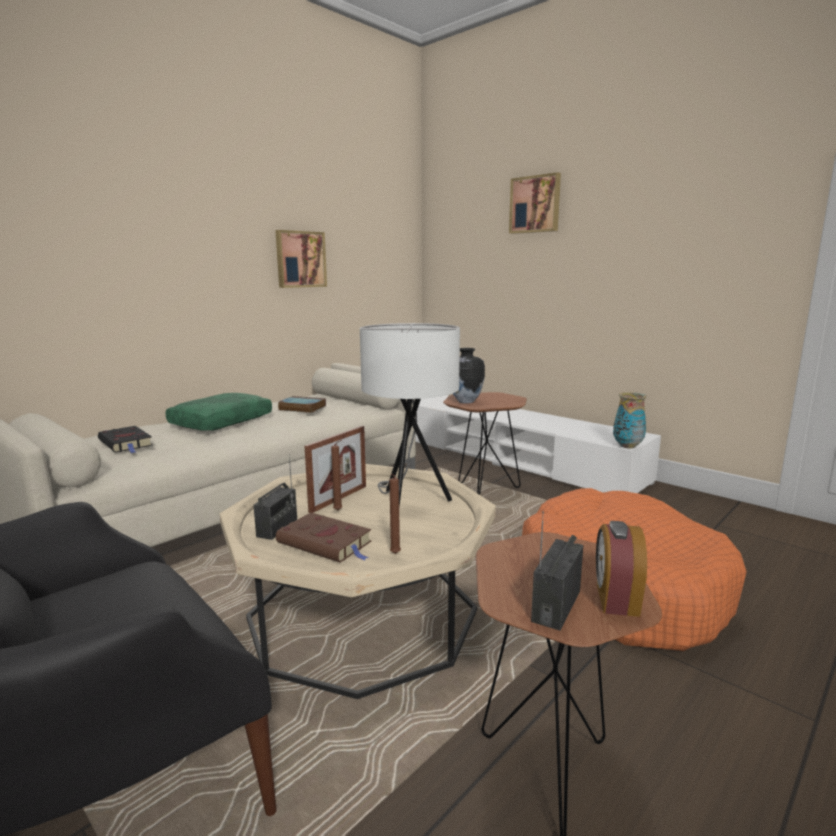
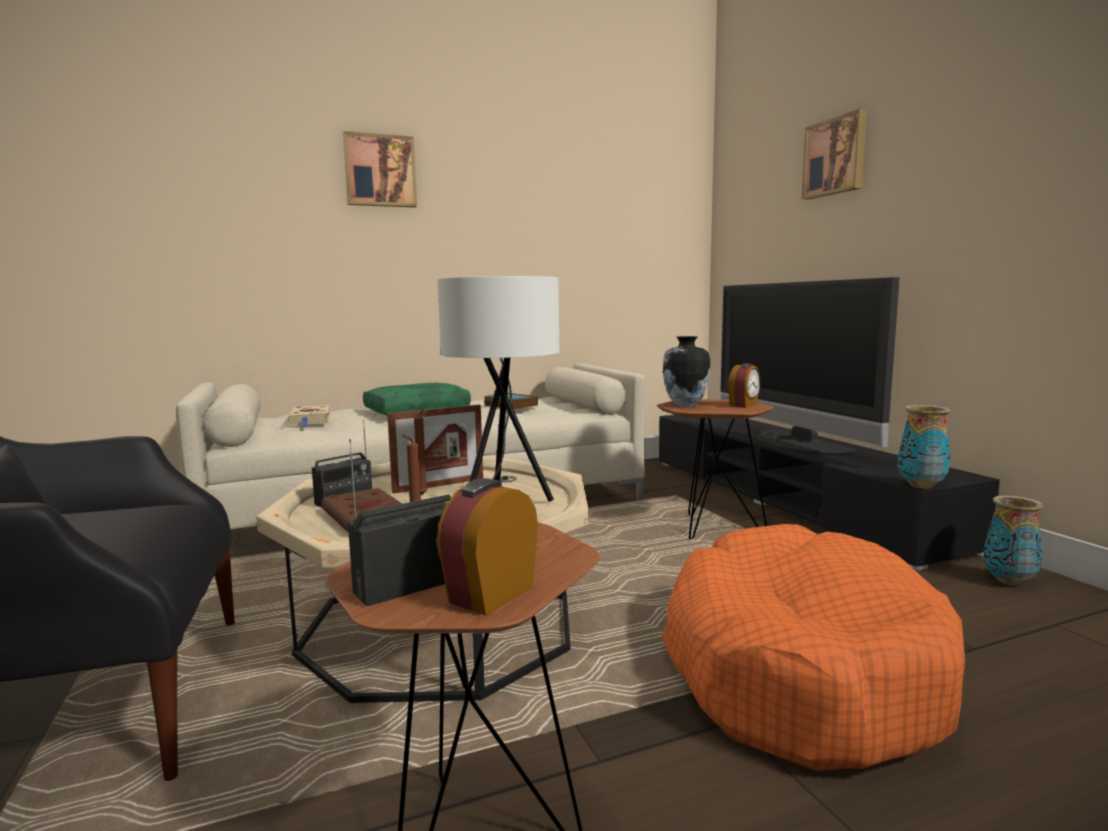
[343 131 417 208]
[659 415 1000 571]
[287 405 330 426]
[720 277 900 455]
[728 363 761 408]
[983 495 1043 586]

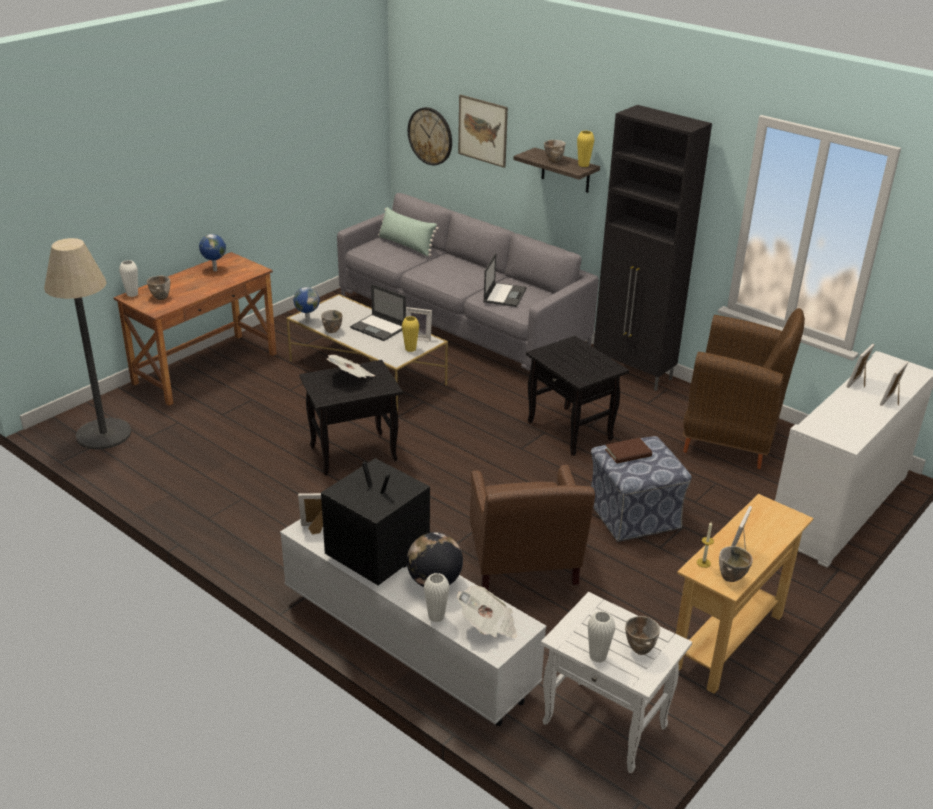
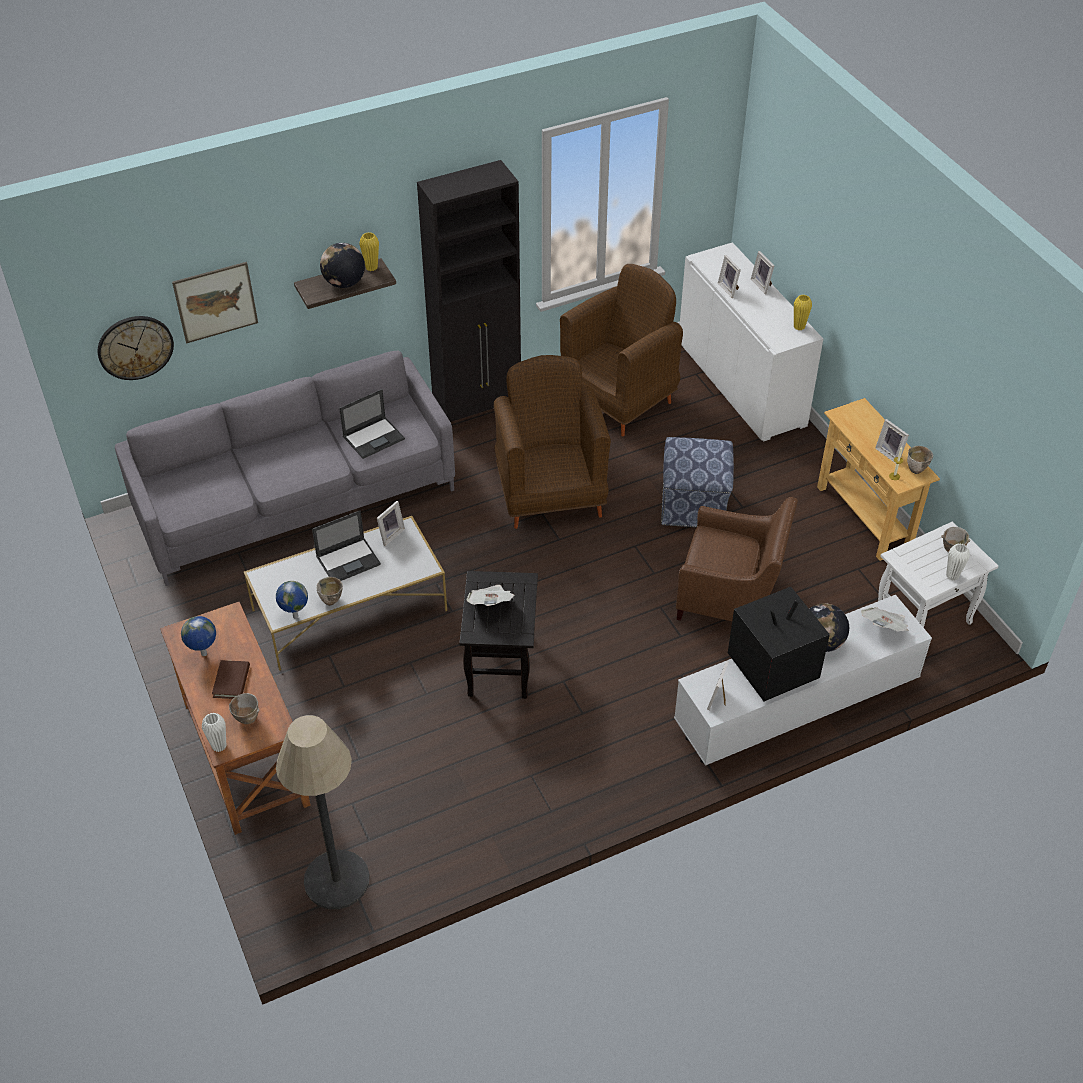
[320 243 365 288]
[378 207 439 257] (first image)
[339 389 405 459]
[794 295 812 330]
[494 355 611 529]
[212 660 250 699]
[424 573 450 622] (first image)

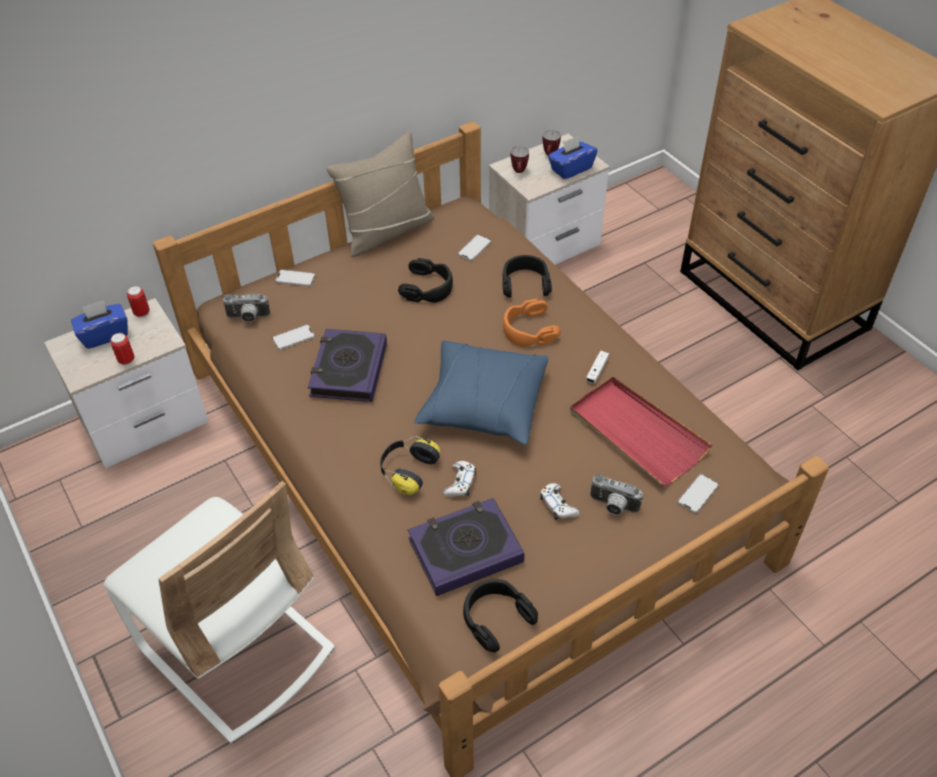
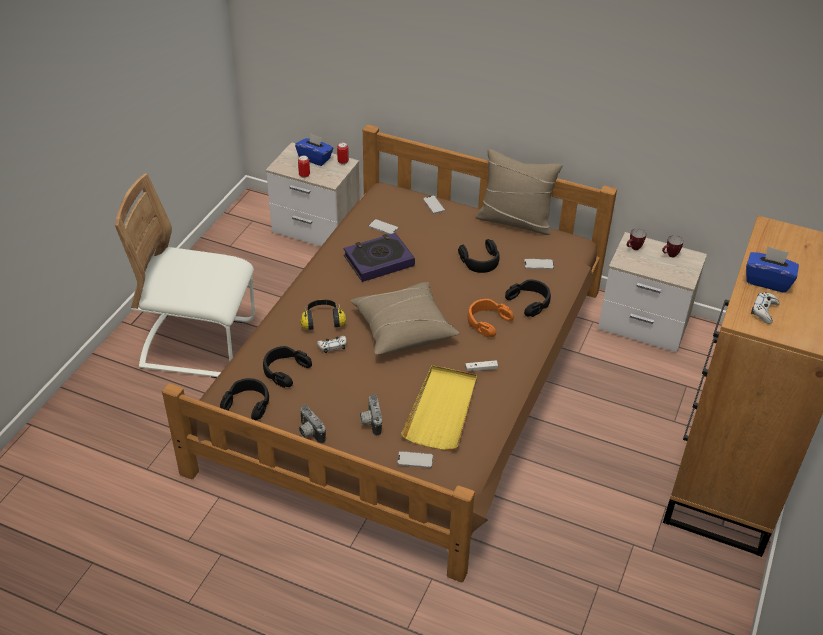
[746 246 799 293]
[299 405 326 444]
[351 282 459 355]
[401 365 477 450]
[115 173 255 378]
[751 292 780 324]
[263 346 312 388]

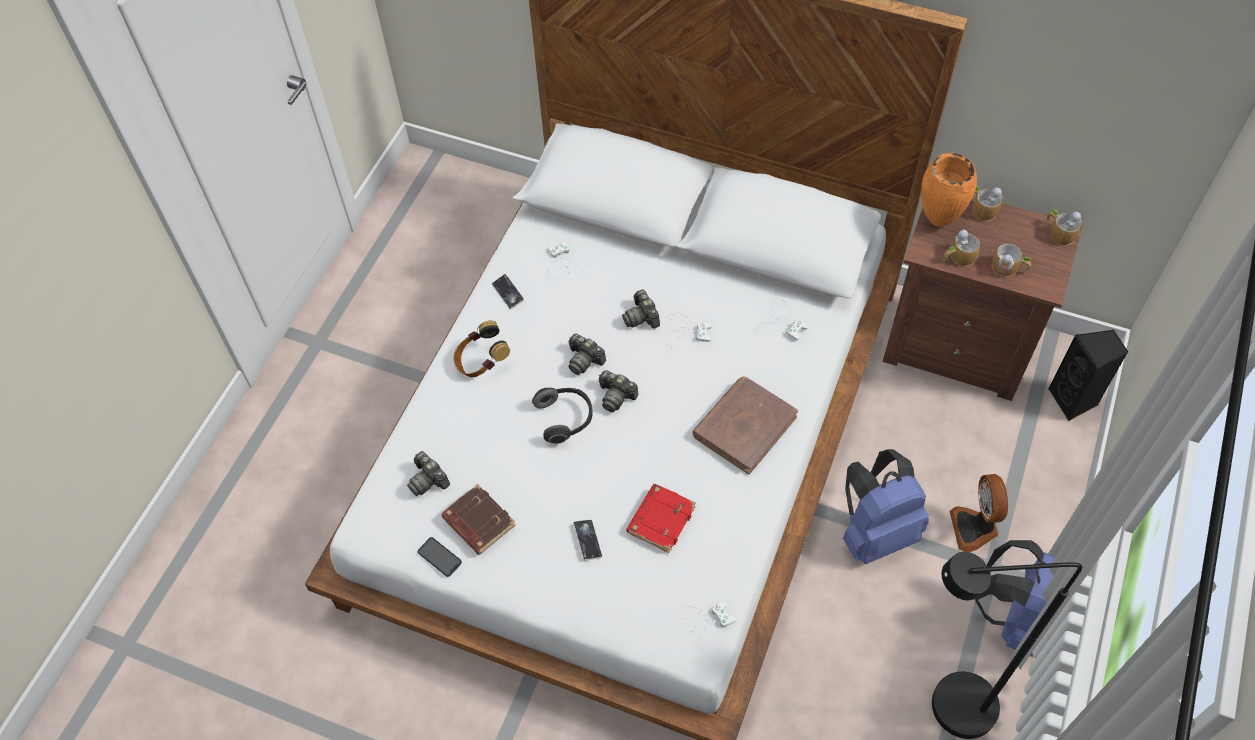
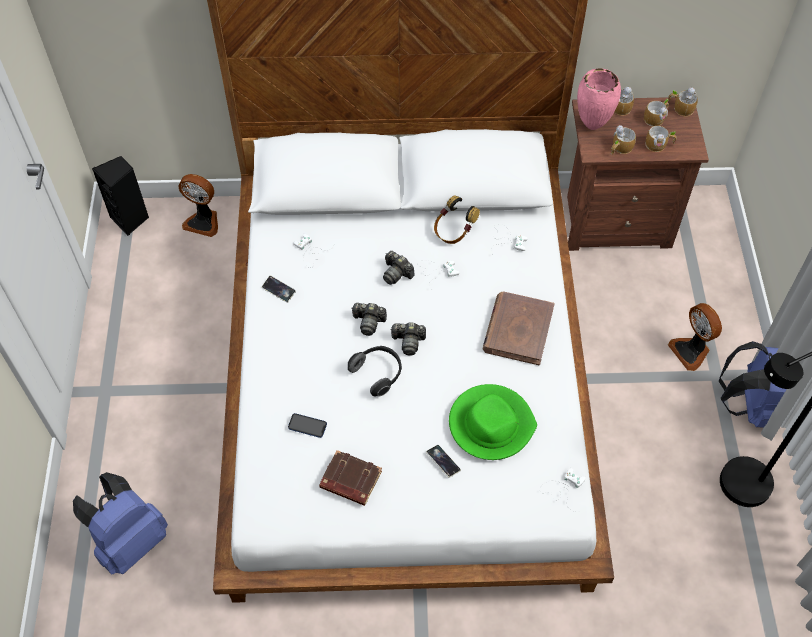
[577 68 621 130]
[434 195 480 244]
[92 156 149 236]
[73 472 168 574]
[407 451 450 496] (first image)
[449 384 537 460]
[288 413 327 438]
[644 99 669 127]
[178 174 218 237]

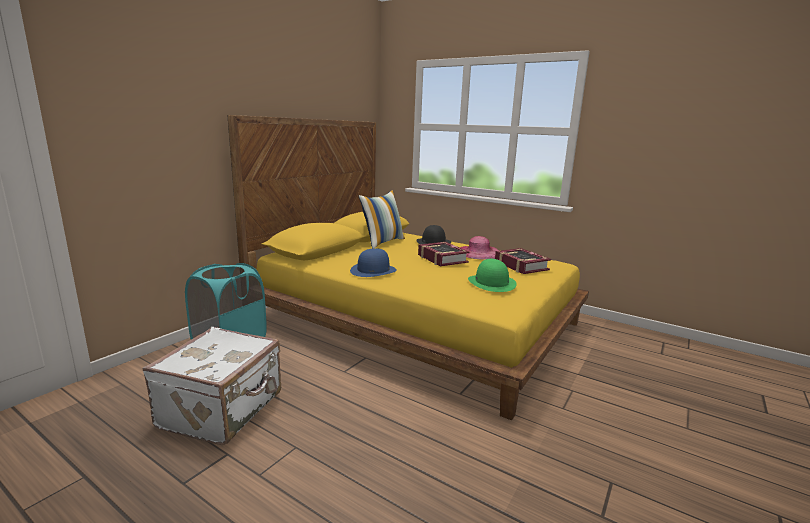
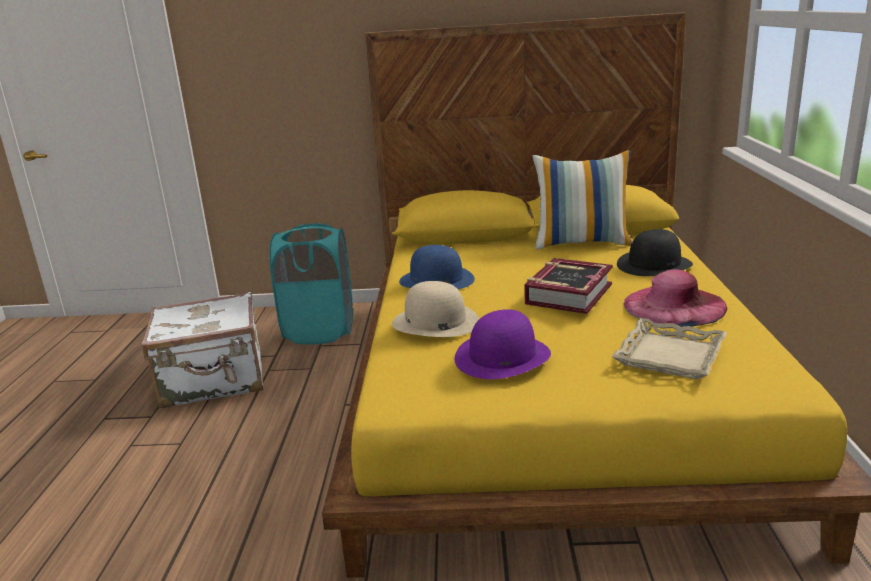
[612 318 727 380]
[455 309 551 379]
[392 281 479 337]

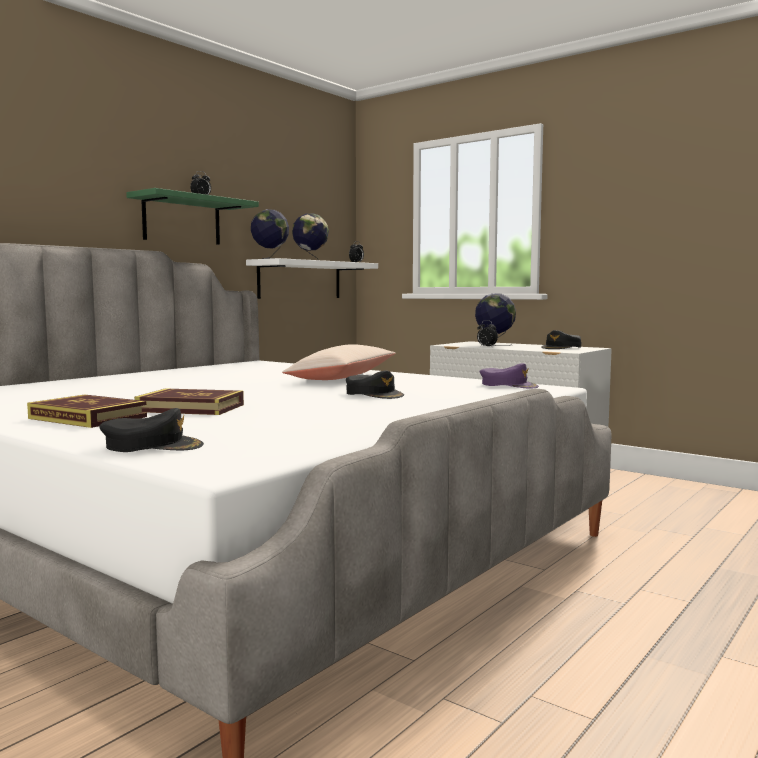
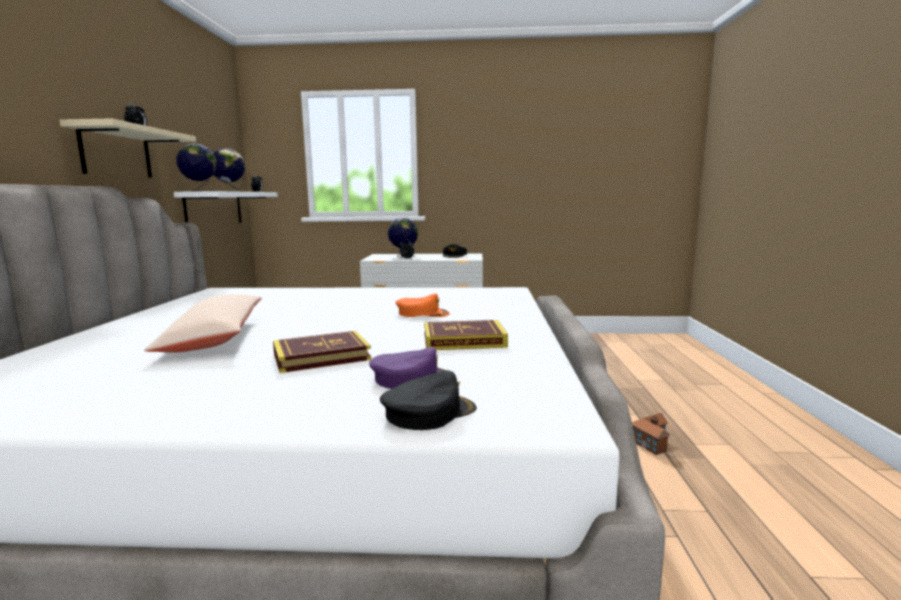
[59 118 196 178]
[144 294 262 353]
[369 347 444 389]
[396 293 450 317]
[424 320 508 350]
[632 413 670 455]

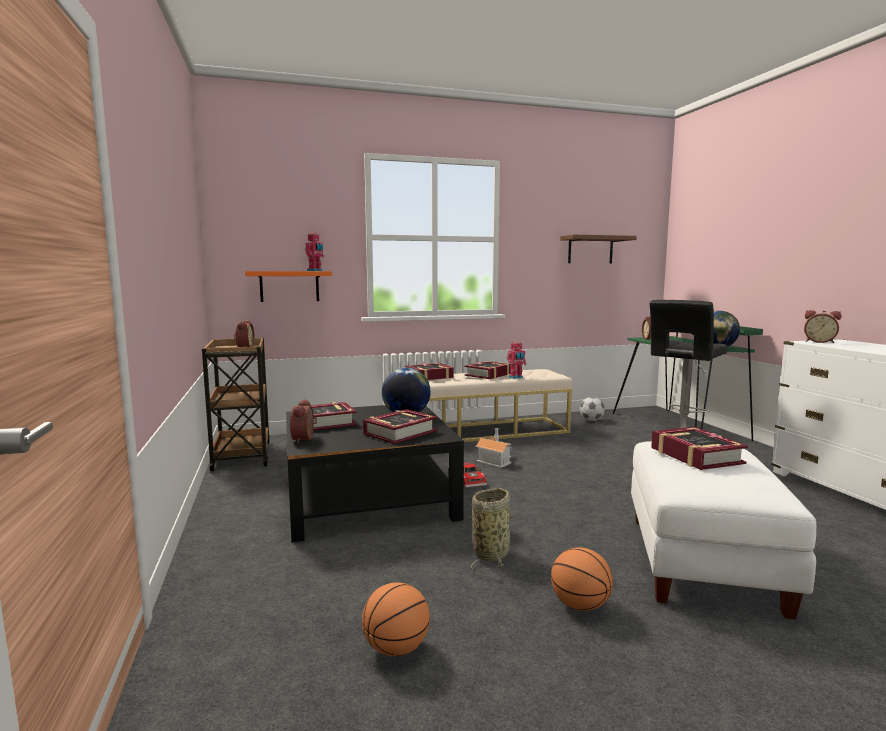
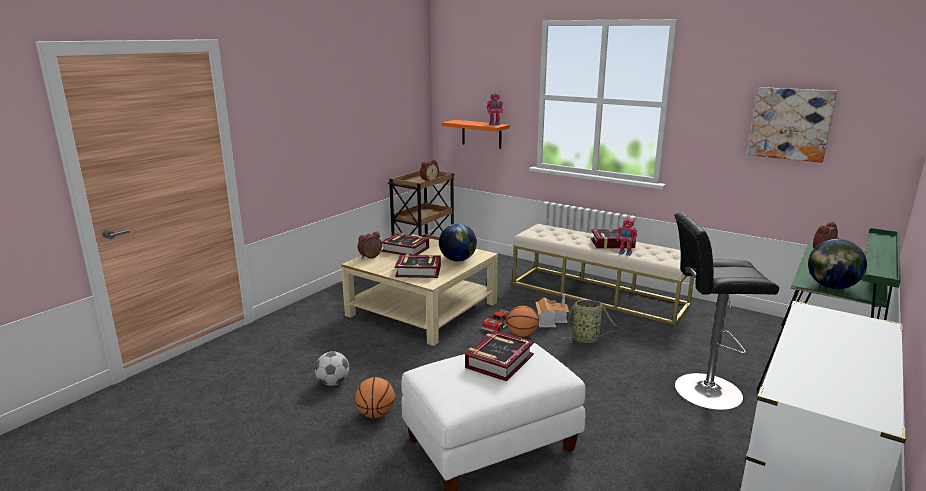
[748 87 837 163]
[804 310 841 343] (first image)
[405 363 454 380] (first image)
[315 351 349 386]
[341 234 498 346]
[560 299 623 343]
[507 306 539 337]

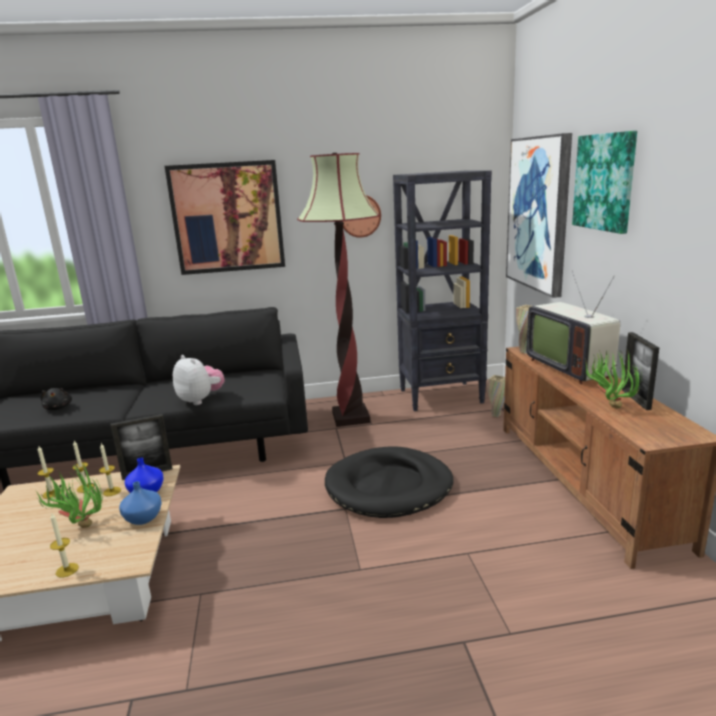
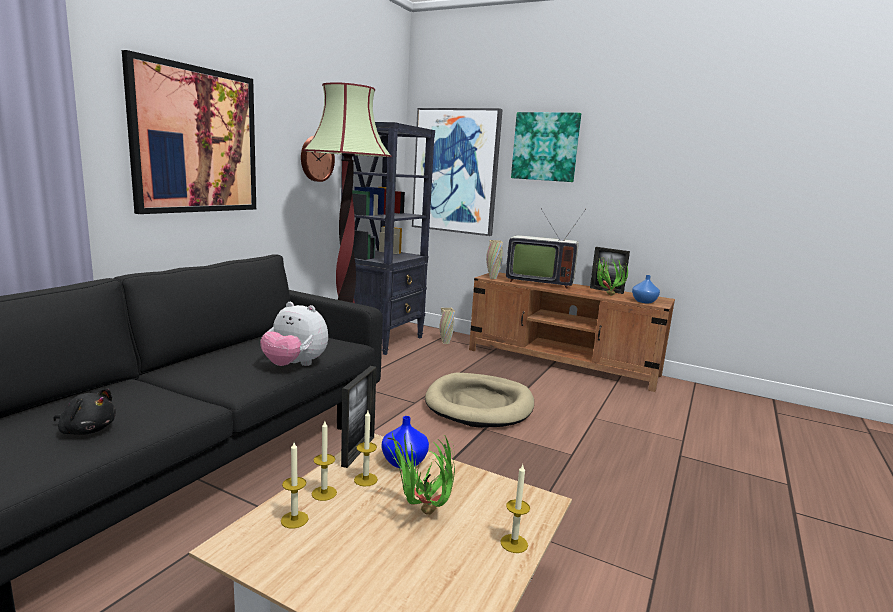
[260 302 328 366]
[425 373 534 428]
[632 275 660 303]

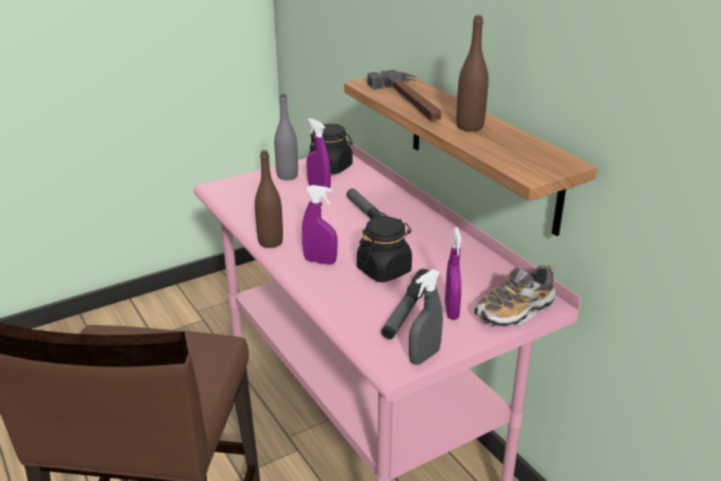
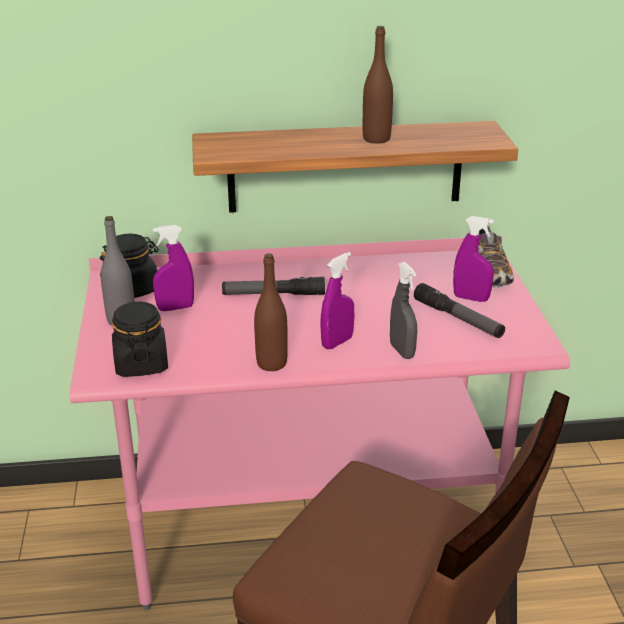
[367 70 441 121] (first image)
[112 301 168 377]
[390 262 417 359]

